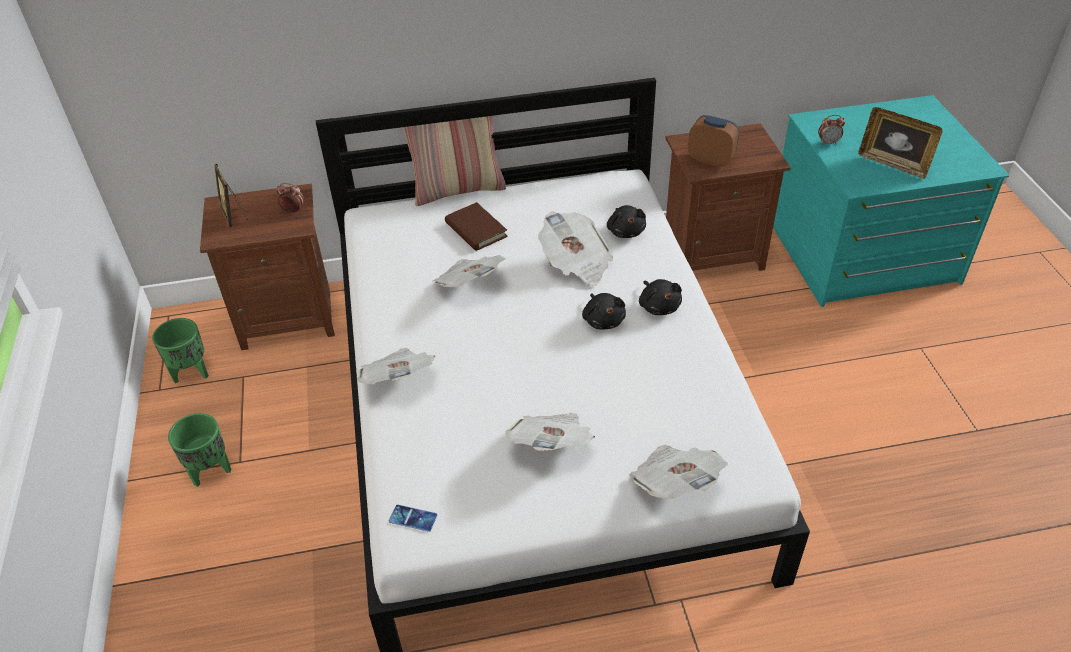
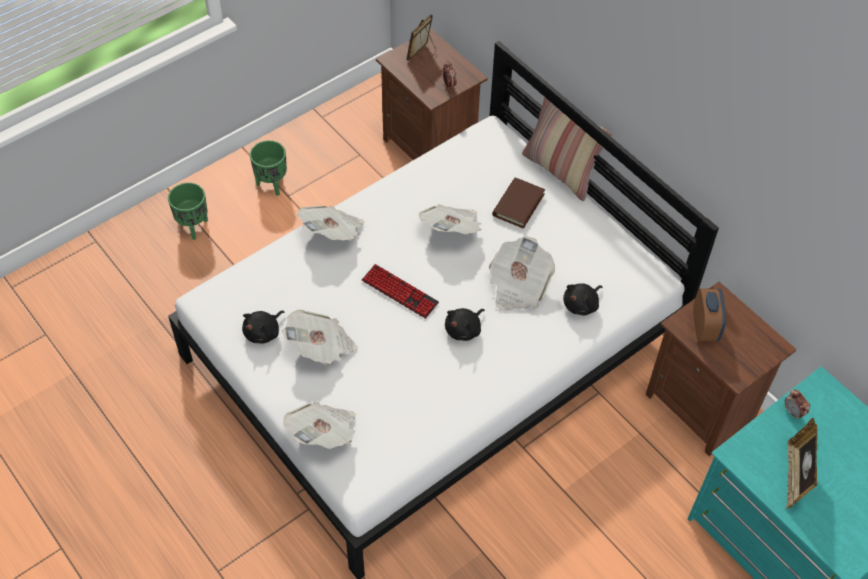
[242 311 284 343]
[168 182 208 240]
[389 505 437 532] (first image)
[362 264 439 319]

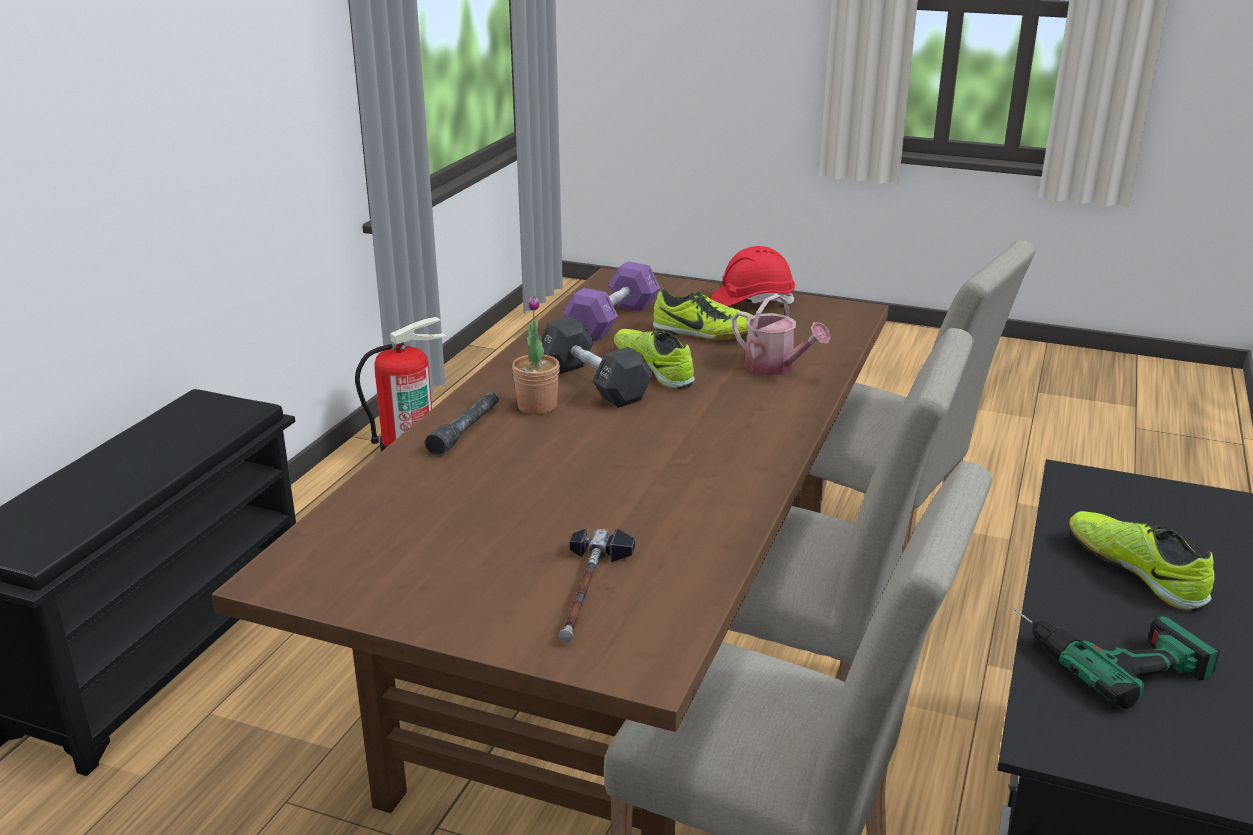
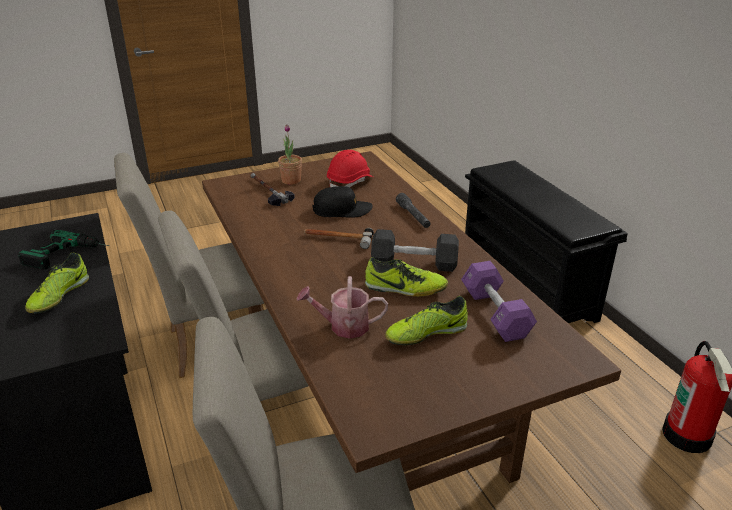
[327 150 373 187]
[278 124 302 185]
[25 253 89 313]
[313 186 372 218]
[304 228 374 249]

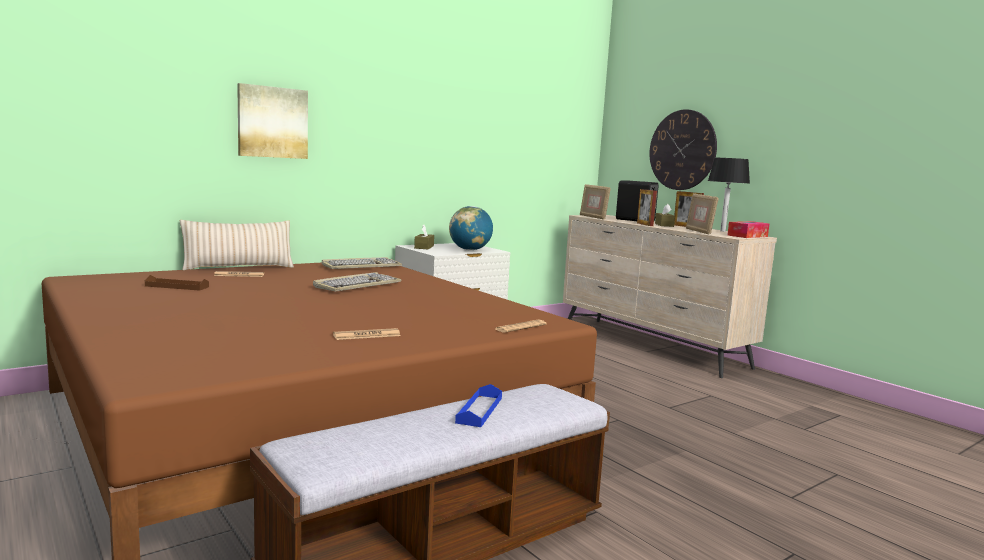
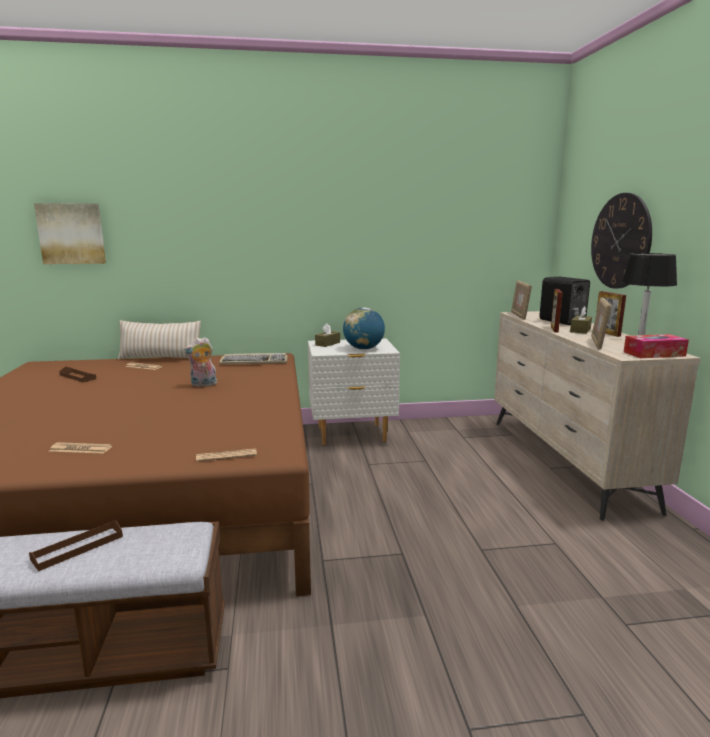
[34 203 106 264]
[184 337 217 387]
[29 520 123 571]

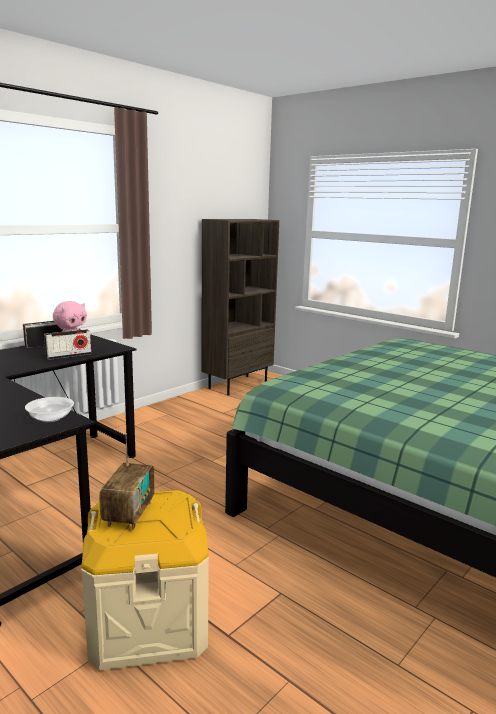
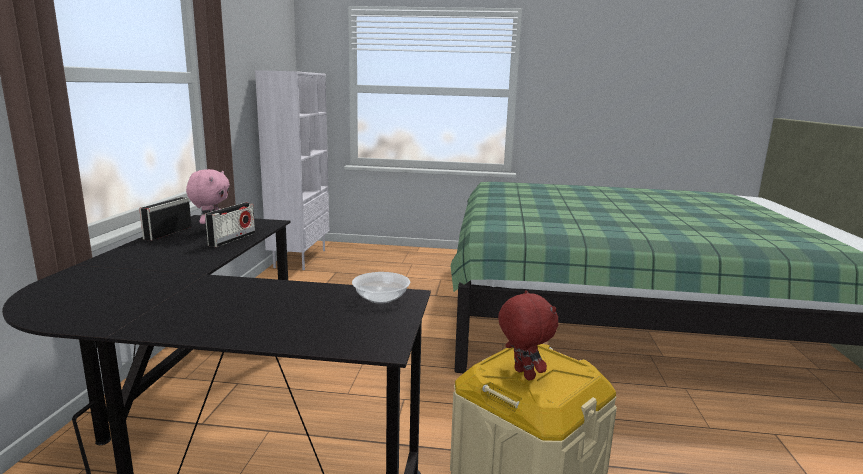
[255 70 329 270]
[498 290 558 381]

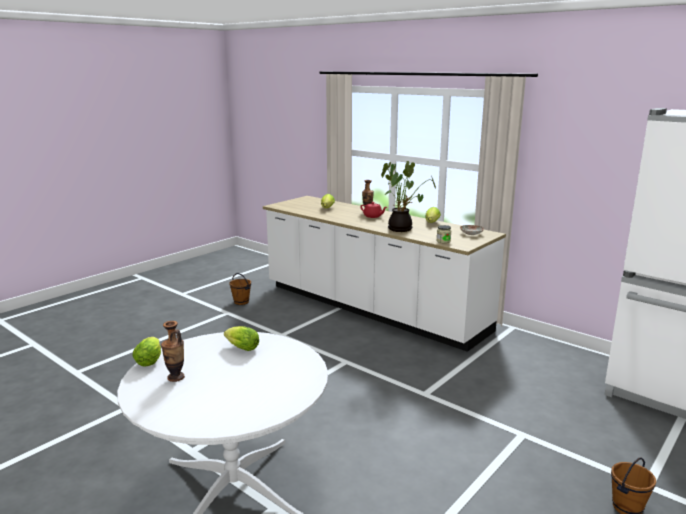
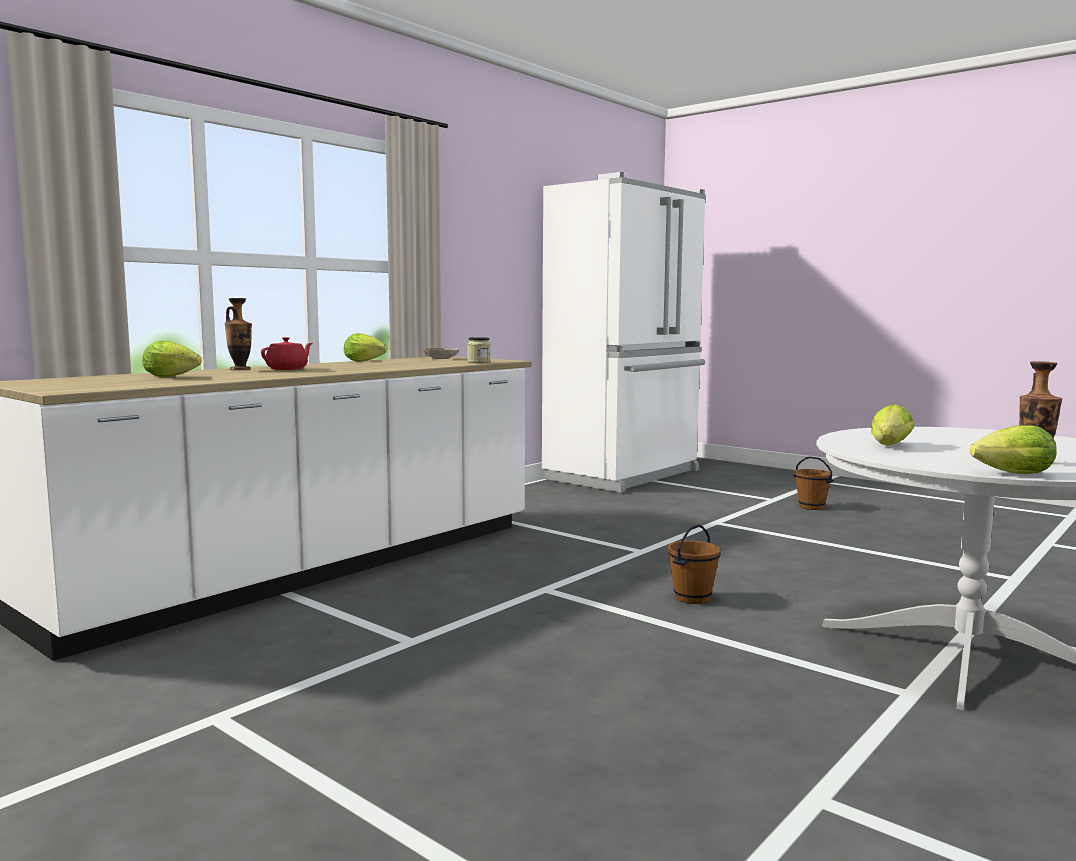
[381 161 436 232] (first image)
[668 524 721 604]

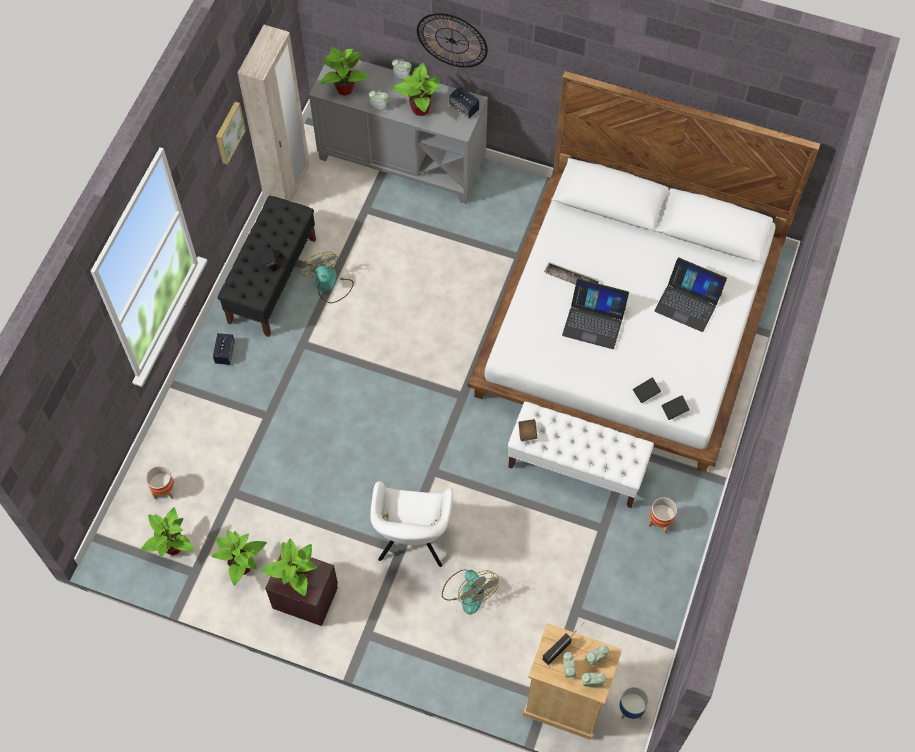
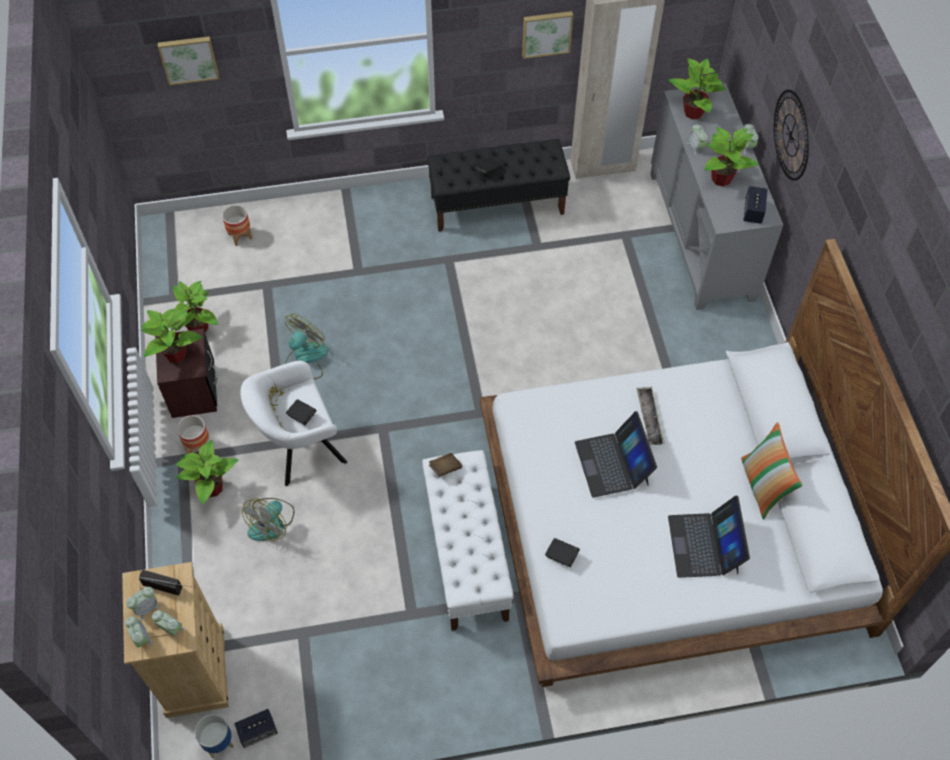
[285 313 328 379]
[234 709 278 748]
[286 399 316 425]
[177 415 209 454]
[175 440 238 505]
[158 36 219 85]
[741 422 803 520]

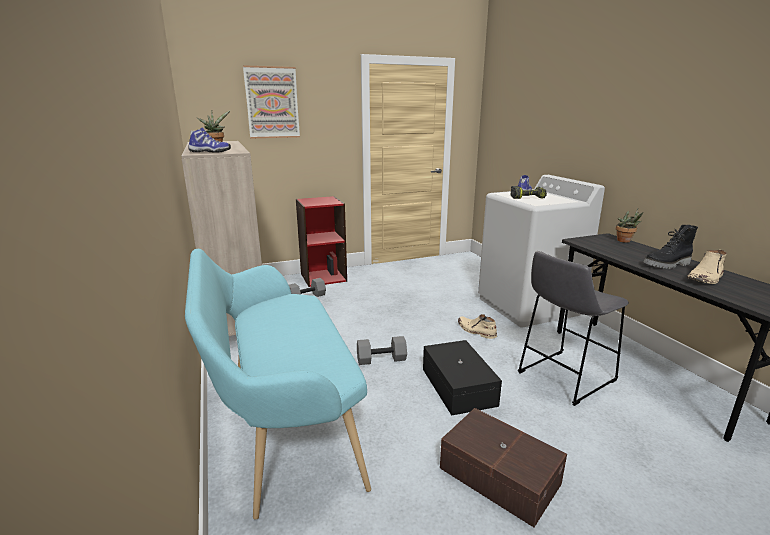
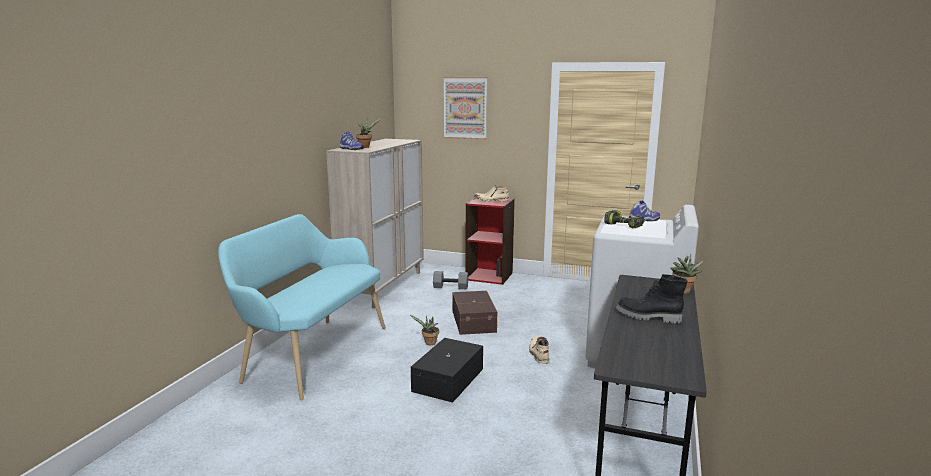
[474 185 509 202]
[518 251 629 406] (first image)
[410 315 439 345]
[453 291 497 335]

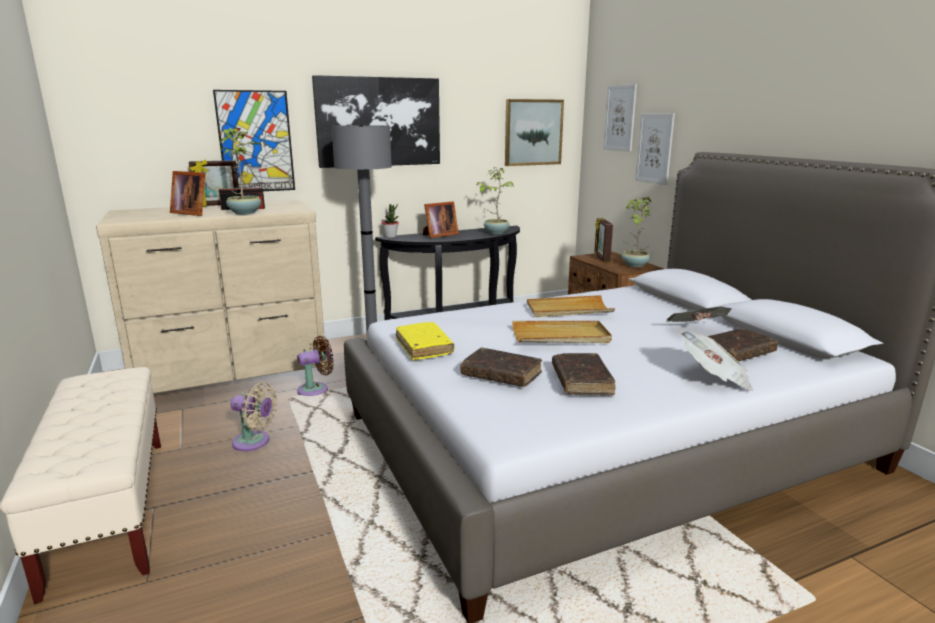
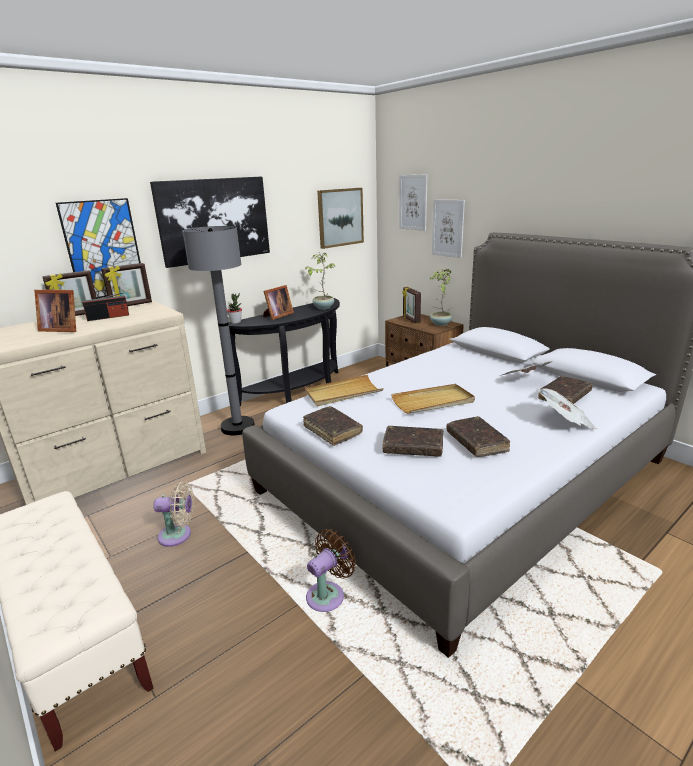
[220 128 261 215] (first image)
[305 375 384 406]
[303 406 363 446]
[306 529 356 612]
[101 263 152 306]

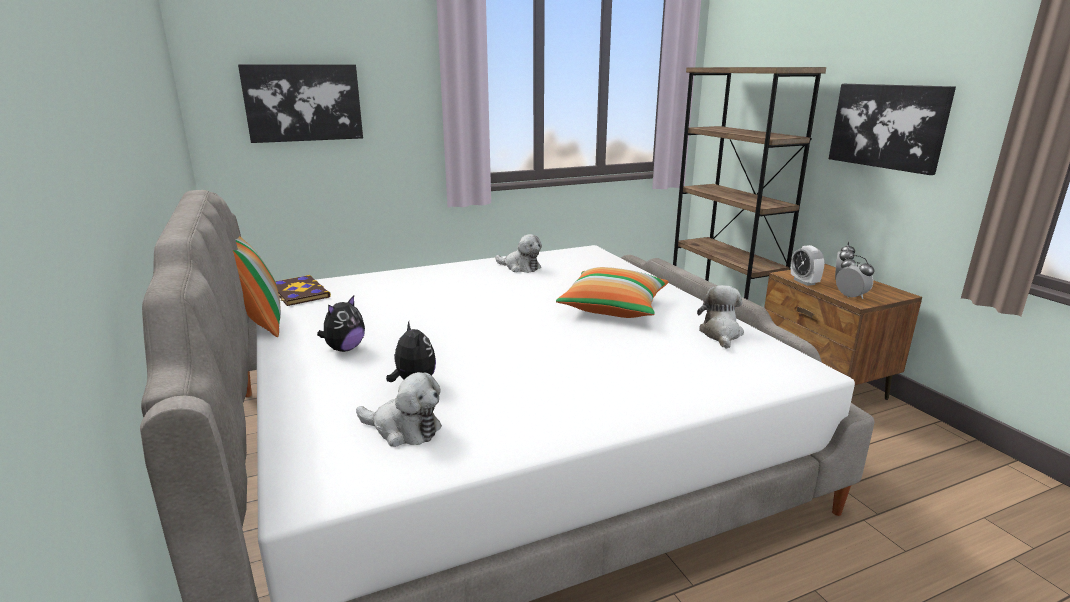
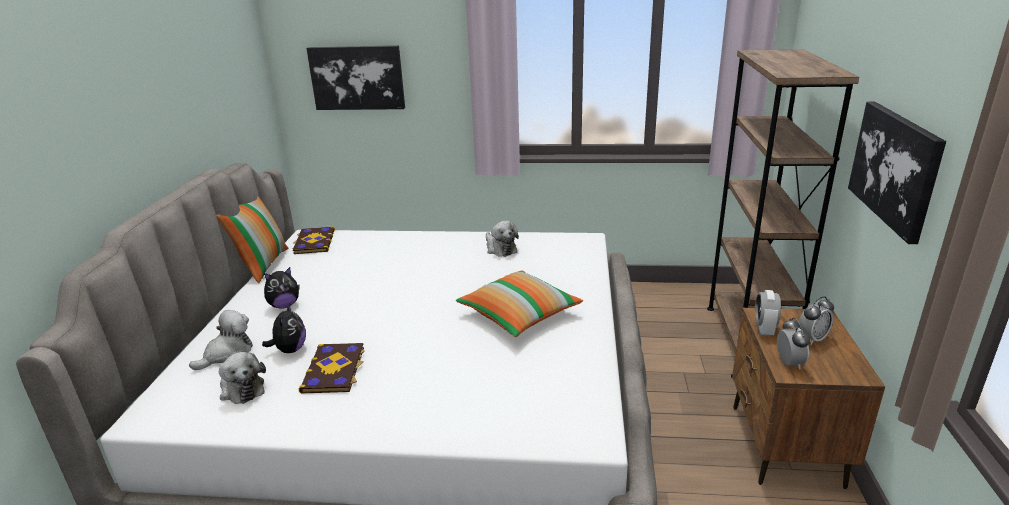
[189 310 253 370]
[299 343 365 394]

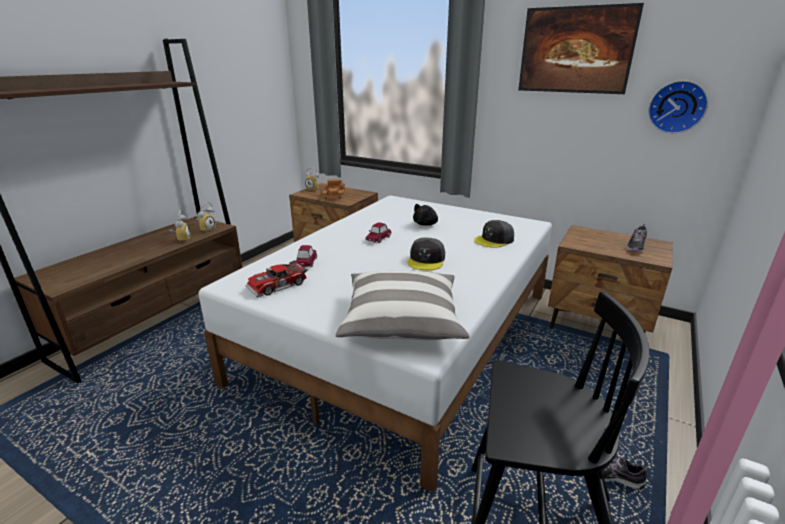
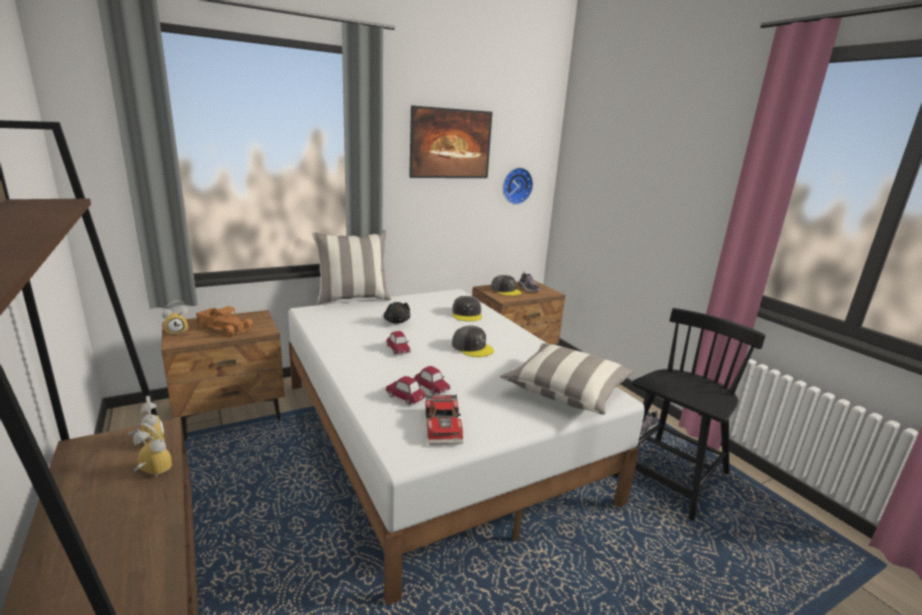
[312 230 391 305]
[491 275 522 296]
[414 366 450 394]

